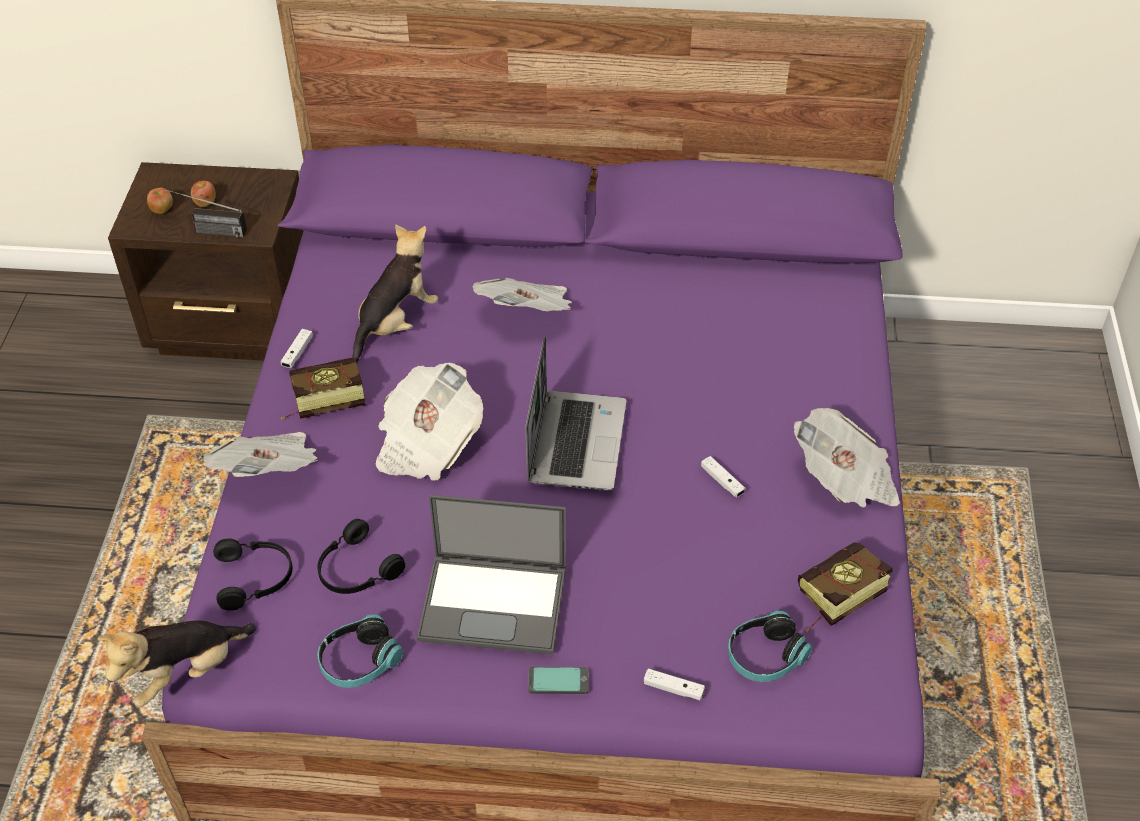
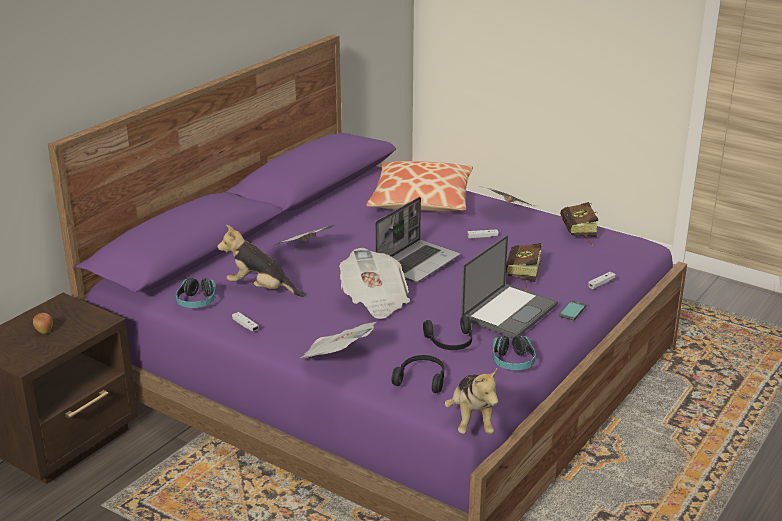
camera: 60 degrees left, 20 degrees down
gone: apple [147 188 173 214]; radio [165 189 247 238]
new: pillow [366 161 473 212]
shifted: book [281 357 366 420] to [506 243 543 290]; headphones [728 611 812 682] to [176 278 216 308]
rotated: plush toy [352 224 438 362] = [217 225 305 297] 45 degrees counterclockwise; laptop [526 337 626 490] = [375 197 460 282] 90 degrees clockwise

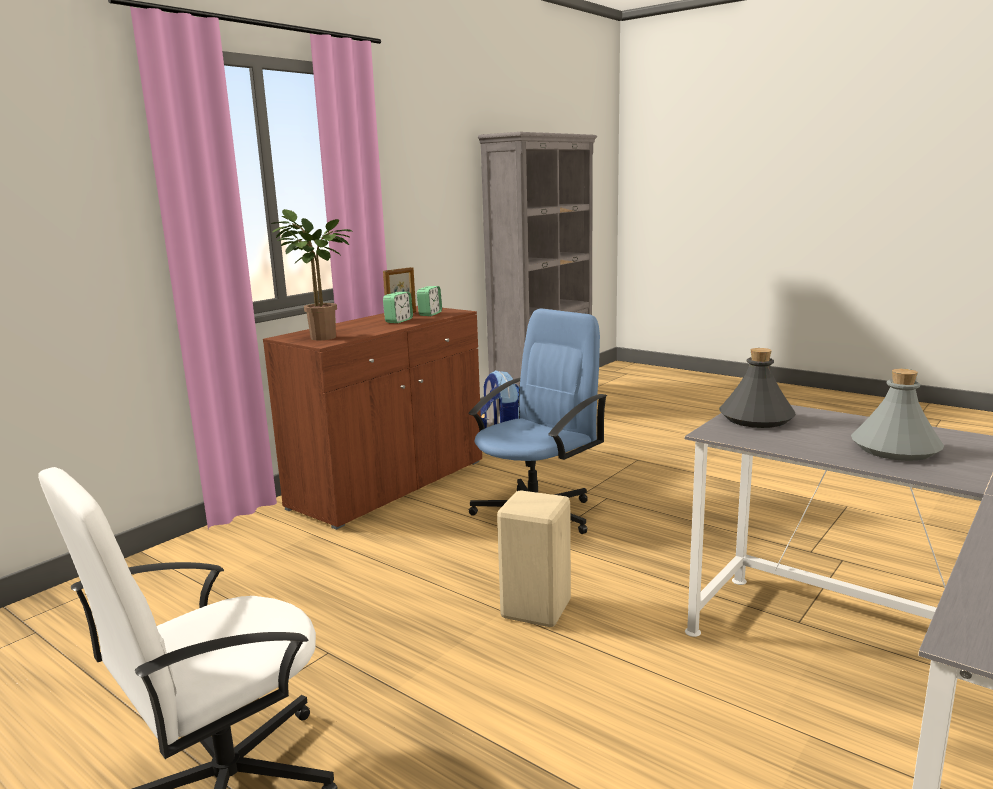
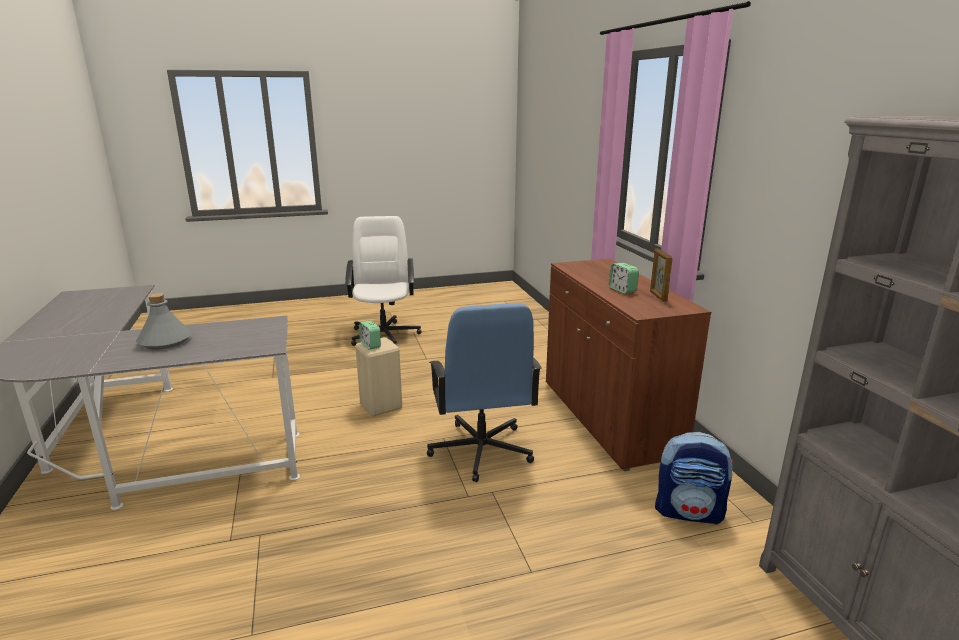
camera: 125 degrees right, 5 degrees up
gone: potted plant [271 209 353 340]; bottle (grey) [720 348 796 428]
shifted: alarm clock [417 286 442 316] to [359 321 381 350]

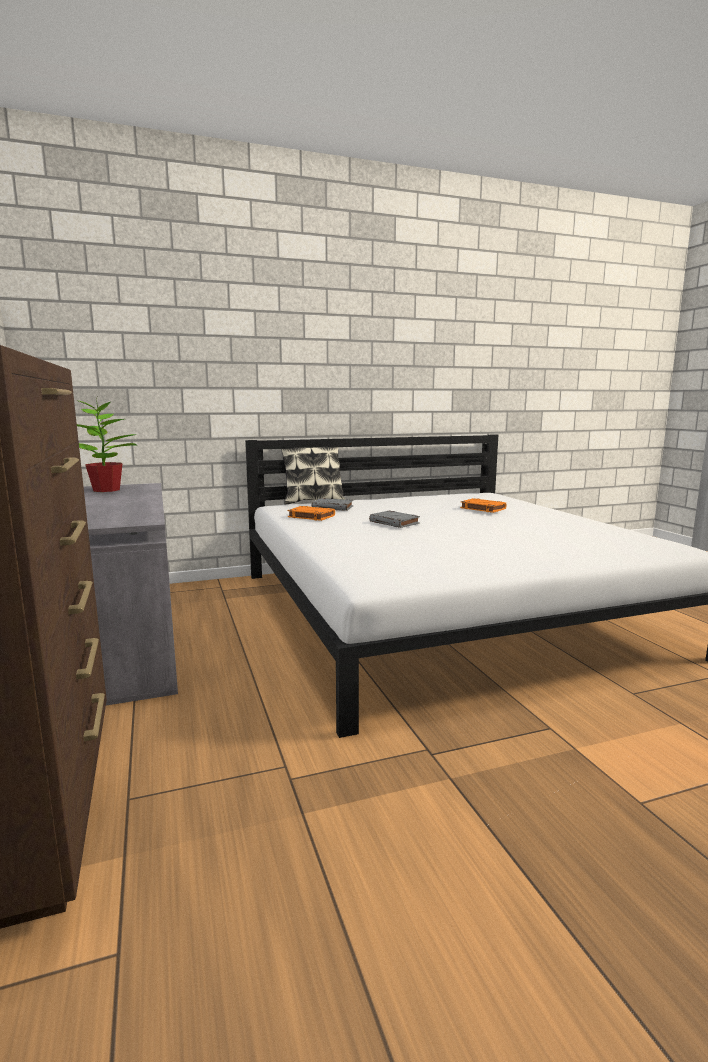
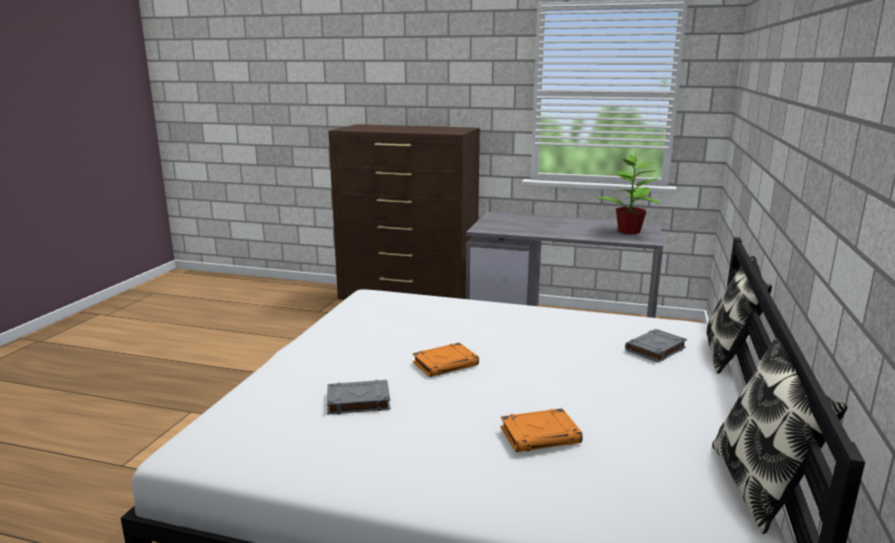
camera: 125 degrees right, 5 degrees up
new: pillow [712 338 848 534]
shifted: book (orange) [287 506 335 521] to [413 343 479 377]; book (grey) [369 511 420 528] to [327 380 391 414]

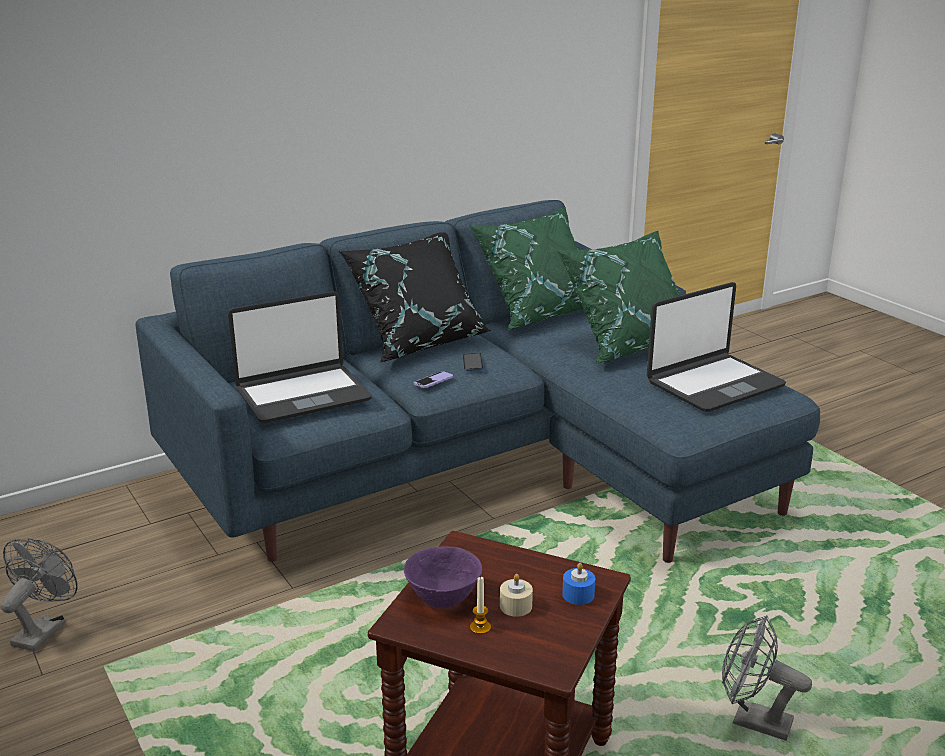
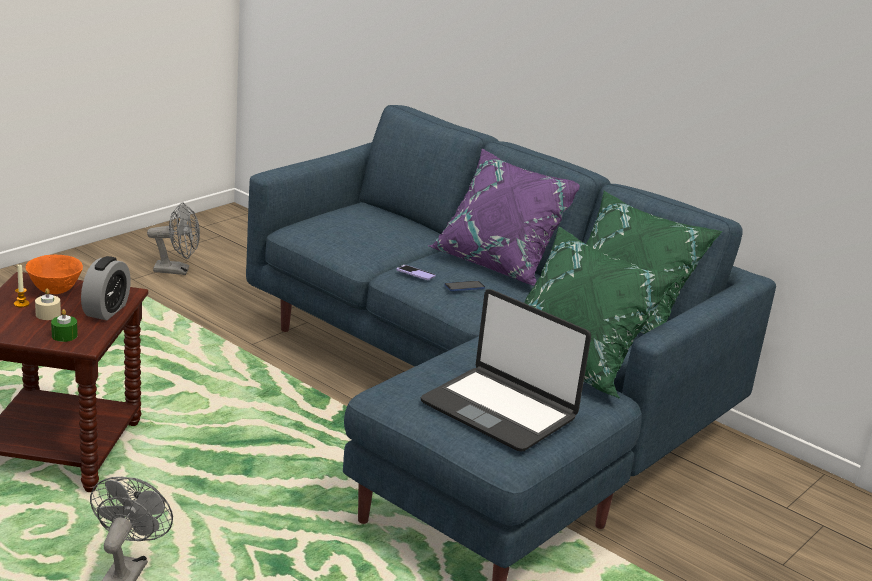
camera: 70 degrees right, 0 degrees up
gone: laptop [228 291 372 423]
new: alarm clock [81 256 131 320]
repainted: pillow (black) [339 232 491 363] to pillow (purple) [428 148 580 286]; bowl (purple) [404 546 482 608] to bowl (orange) [26 255 83 294]; candle (blue) [562 563 595 605] to candle (green) [51 309 78 342]

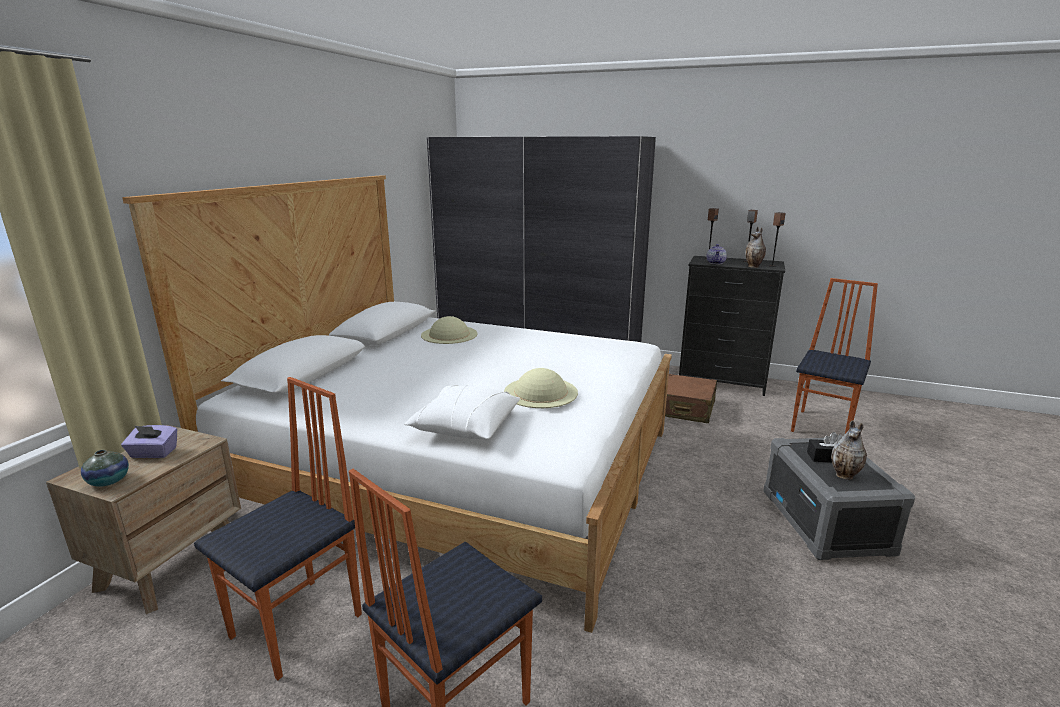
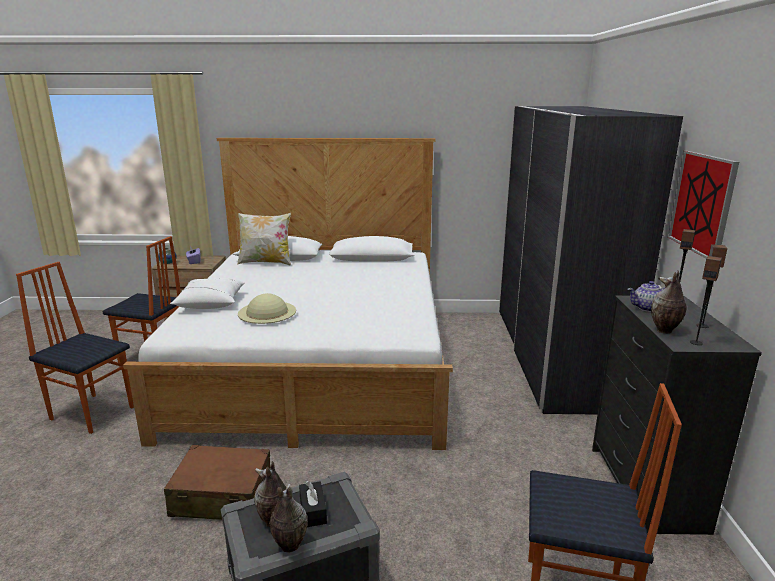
camera: 70 degrees right, 0 degrees up
gone: hat (beige) [421 316 478 344]
new: pillow [237 213 291 265]; vase [269 484 308 553]; picture [668 151 739 258]
shifted: suitcase (brown) [665 374 717 423] to [164 445 270 520]

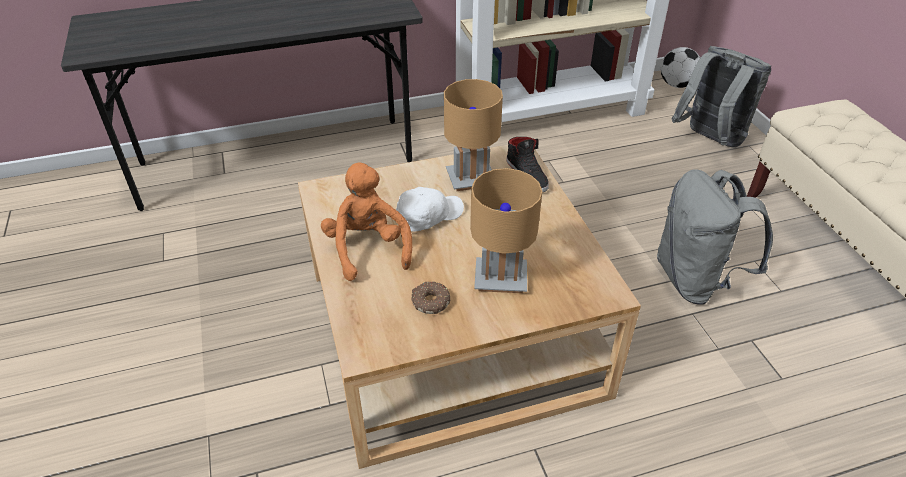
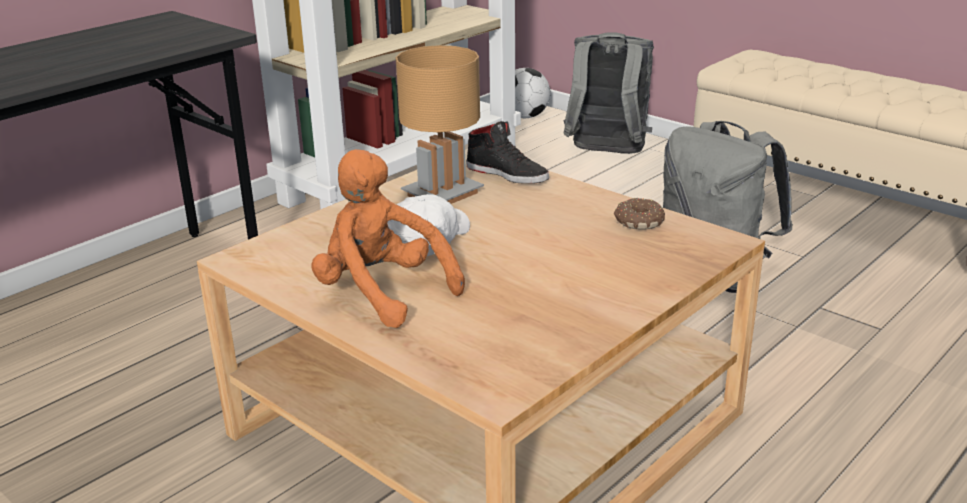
camera: 30 degrees left, 15 degrees down
gone: table lamp (brown) [470 168 542 293]
shifted: donut [412 282 450 314] to [614 198 665 230]

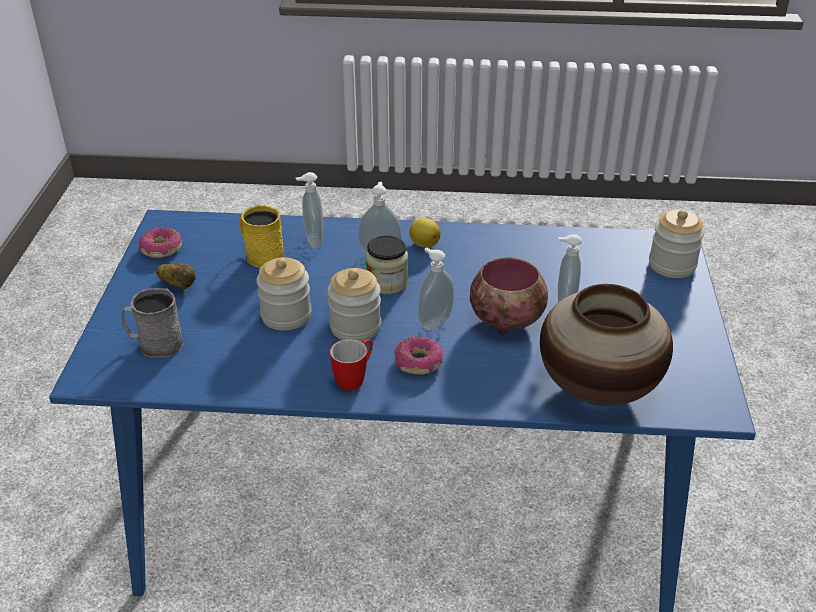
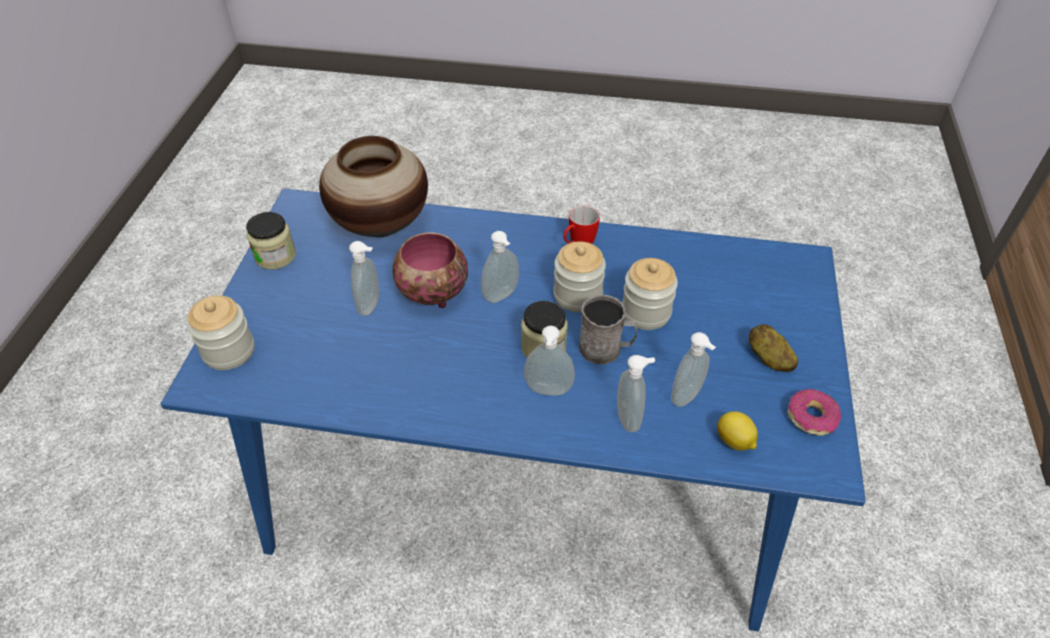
camera: 175 degrees left, 10 degrees up
gone: donut [394 336 443 375]
new: jar [246 212 296 270]
shifted: mug (grey) [121 288 183 357] to [579 295 638 365]; lemon [409 218 441 247] to [717 411 758 451]
swapped: mug (yellow) [240 205 284 268] to soap dispenser [671 332 716 407]

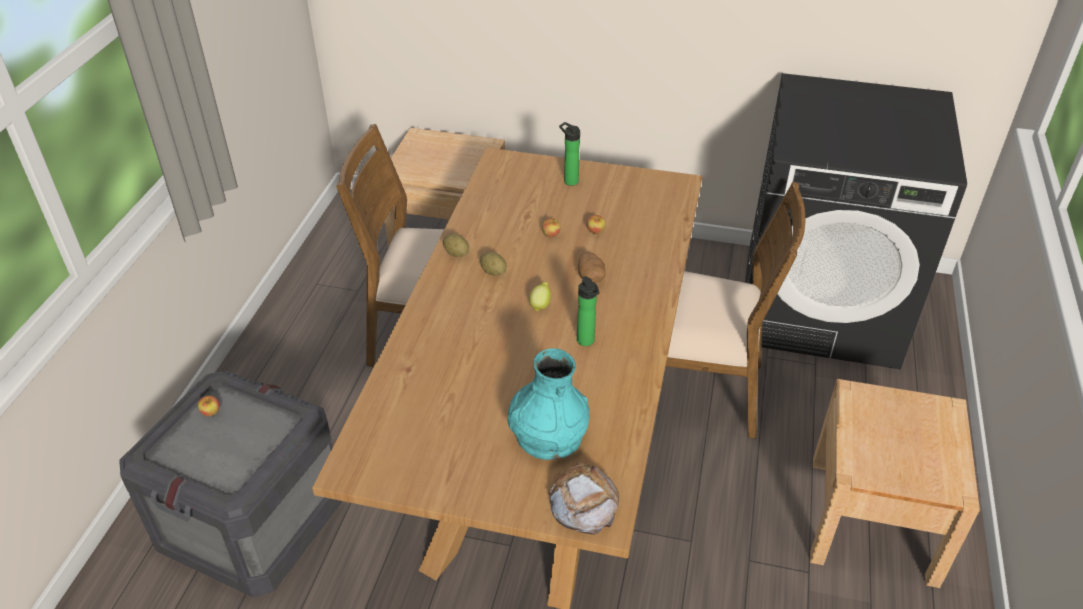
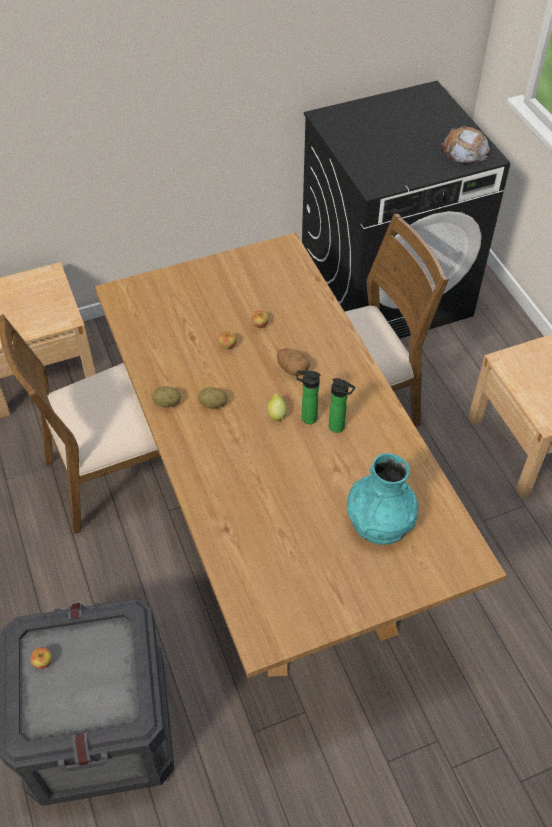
camera: 35 degrees left, 10 degrees up
shifted: bread [549 462 620 535] to [441 126 490 165]; bottle [559 122 580 186] to [296 371 320 424]

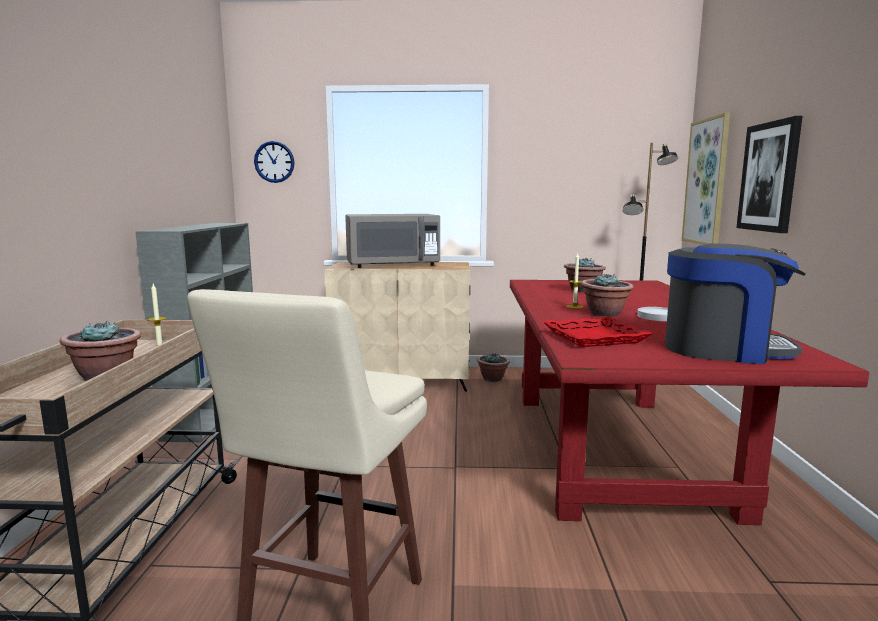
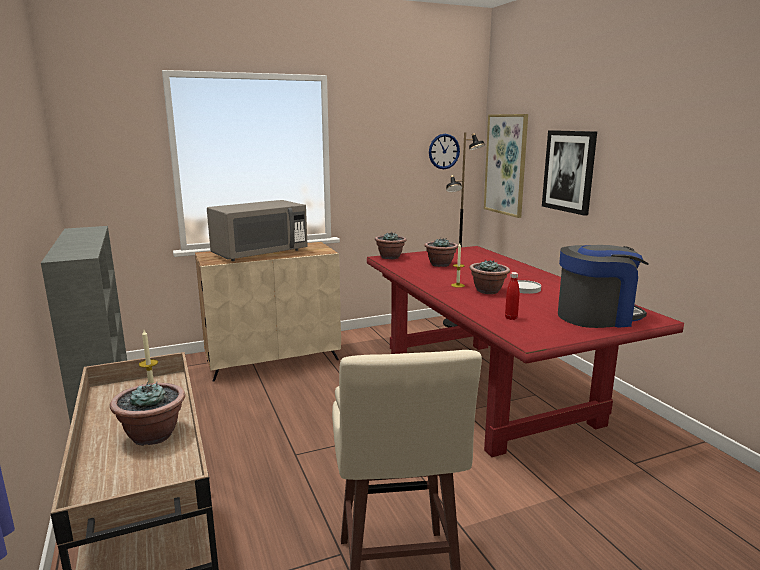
camera: 25 degrees left, 5 degrees up
shifted: wall clock [254 141 294 183] to [429 134 460 169]; potted plant [477 353 510 382] to [375 233 407 259]
swapped: tray (red) [544 317 653 347] to bottle (red) [505 272 519 320]

